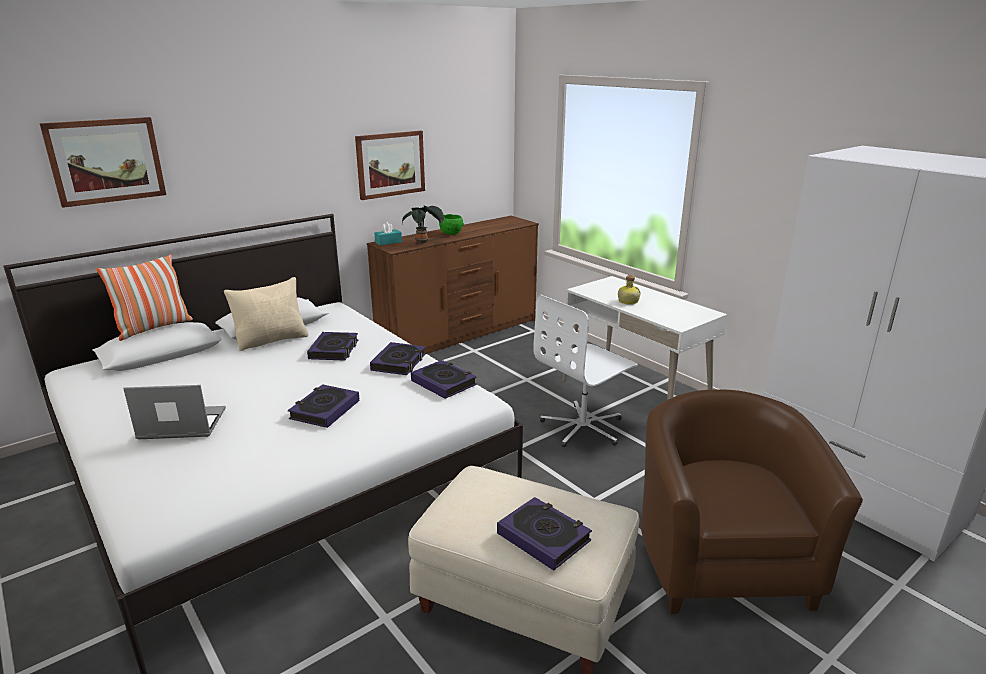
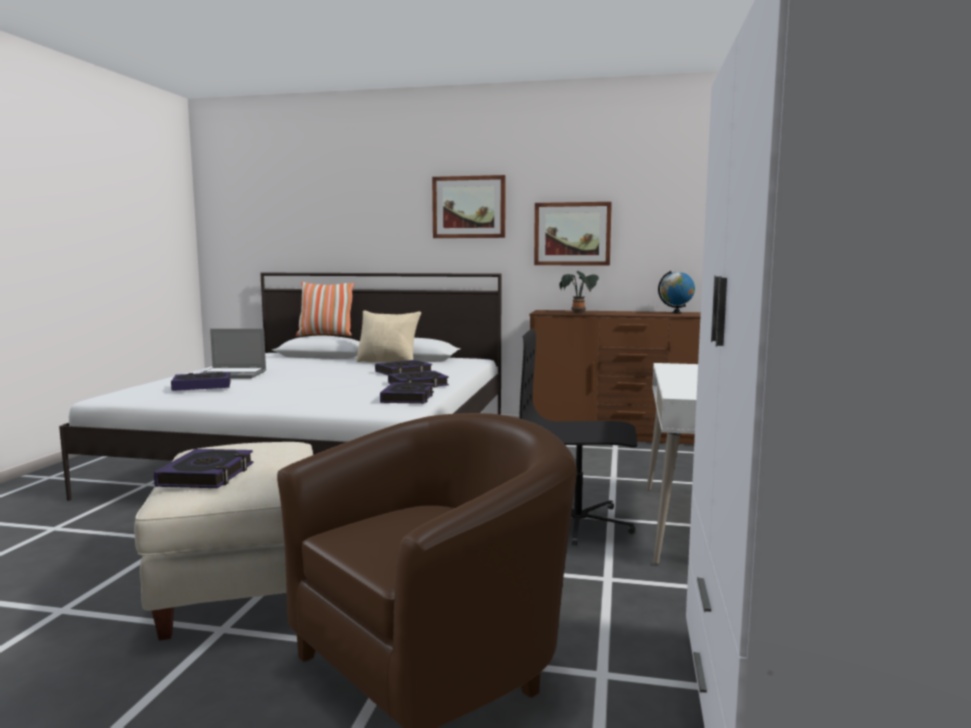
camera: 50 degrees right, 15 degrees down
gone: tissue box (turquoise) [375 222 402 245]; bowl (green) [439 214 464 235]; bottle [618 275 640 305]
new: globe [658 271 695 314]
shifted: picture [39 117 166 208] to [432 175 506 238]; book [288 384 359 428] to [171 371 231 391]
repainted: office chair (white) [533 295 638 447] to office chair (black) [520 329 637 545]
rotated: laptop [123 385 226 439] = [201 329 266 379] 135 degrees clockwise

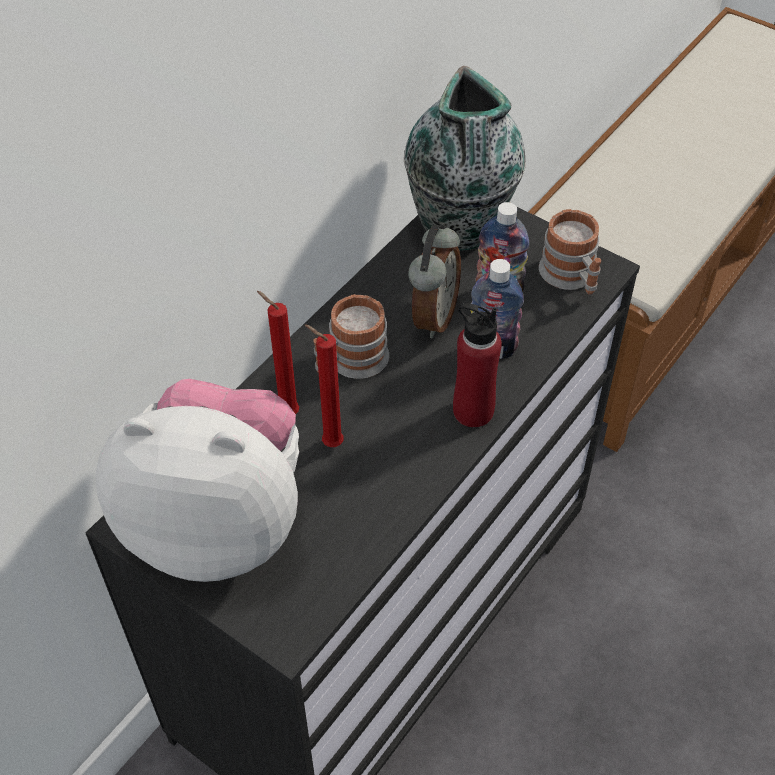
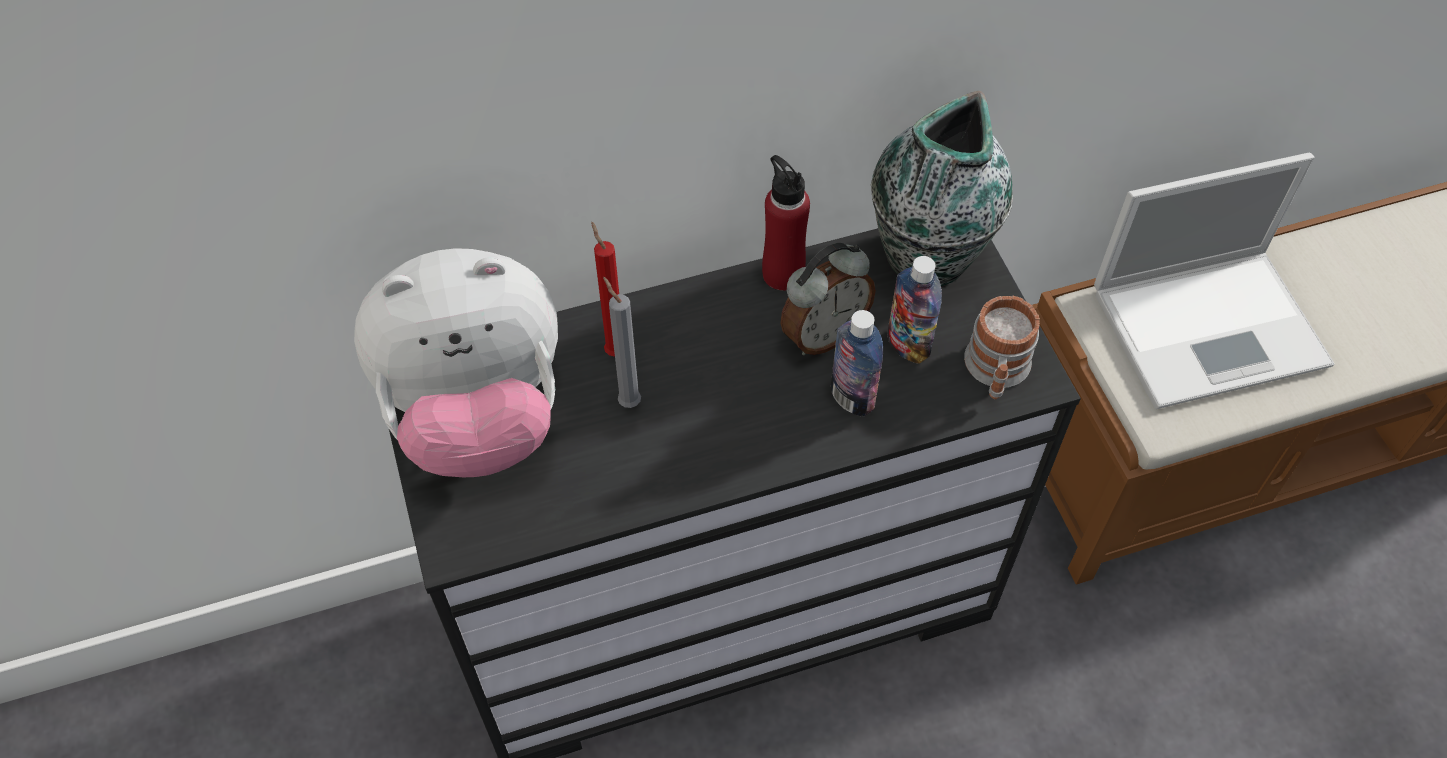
camera: 35 degrees right, 5 degrees up
gone: mug [313 294 389 379]
new: laptop [1094 153 1335 409]
shifted: bottle (red) [453 303 502 427] to [762 155 810 291]
repainted: candle (red) [305 325 344 447] to candle (grey) [603 277 641 408]
rotated: plush toy [95 379 299 582] = [354 248 558 477] 120 degrees clockwise

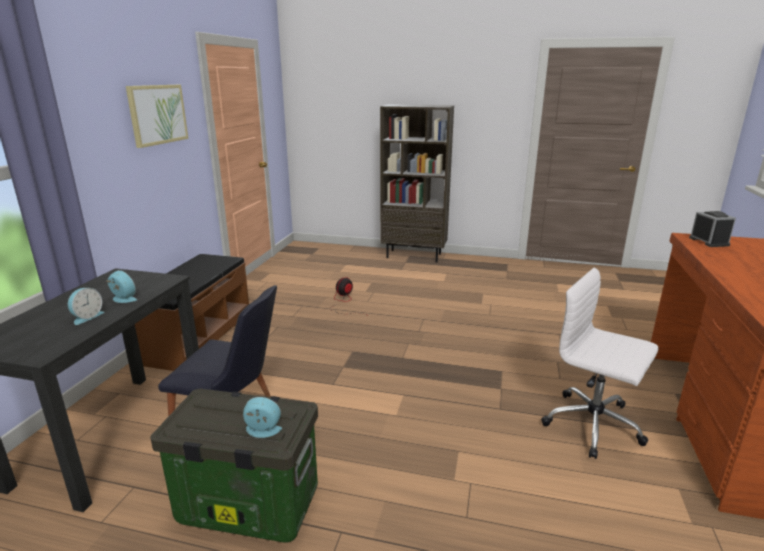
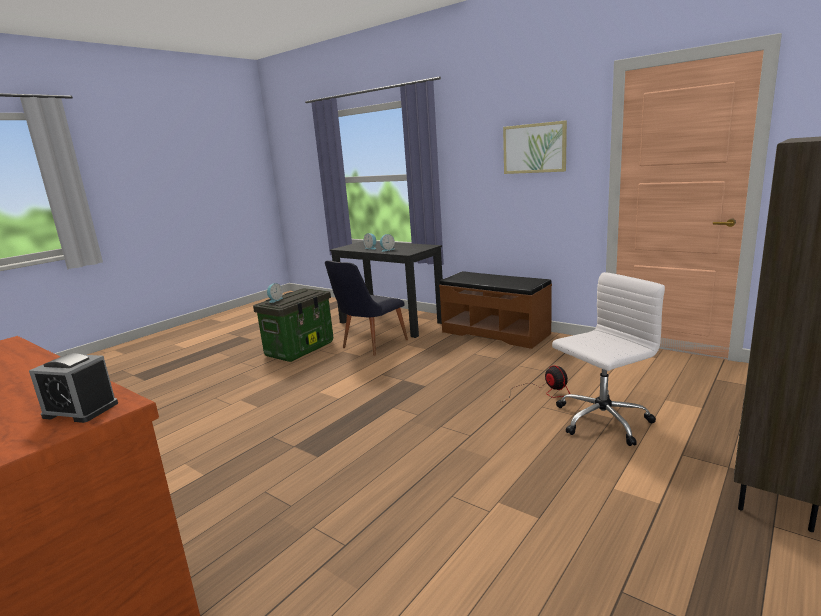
camera: 115 degrees right, 5 degrees down
shifted: office chair (white) [541 268 659 459] to [552 272 665 446]

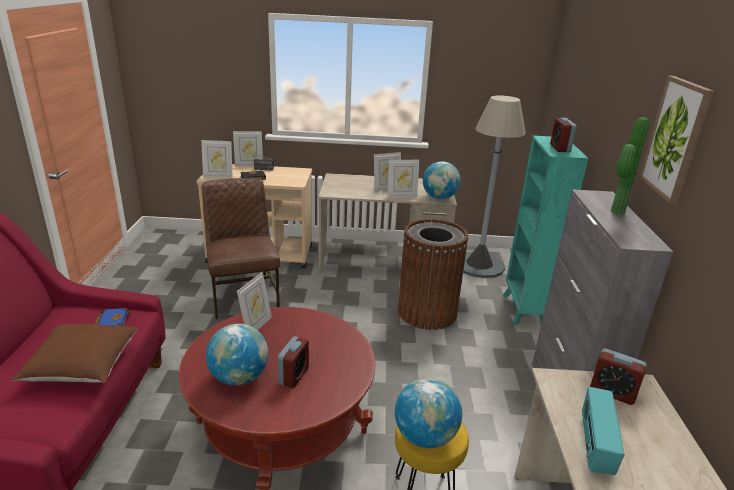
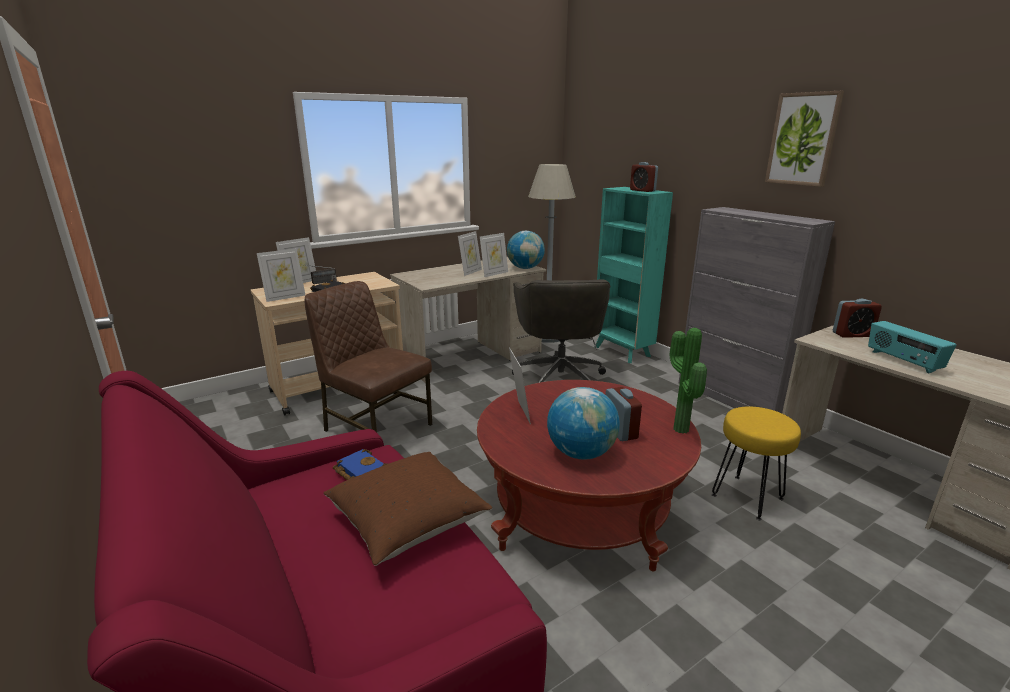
camera: 35 degrees left, 5 degrees down
gone: globe [395 378 462 448]
shifted: potted plant [611 117 649 215] to [670 328 707 434]
swapped: trash can (brown) [398 219 468 330] to office chair (grey) [512 279 610 383]

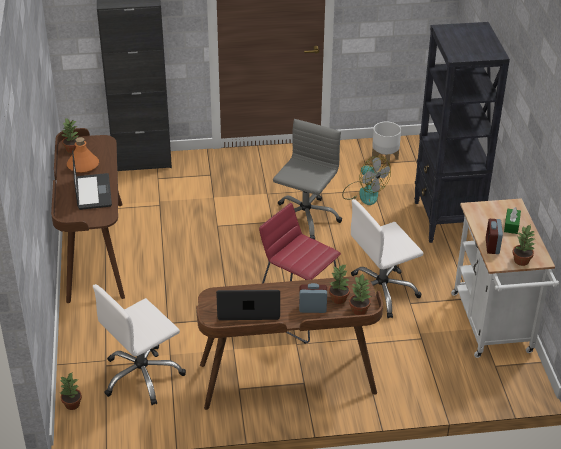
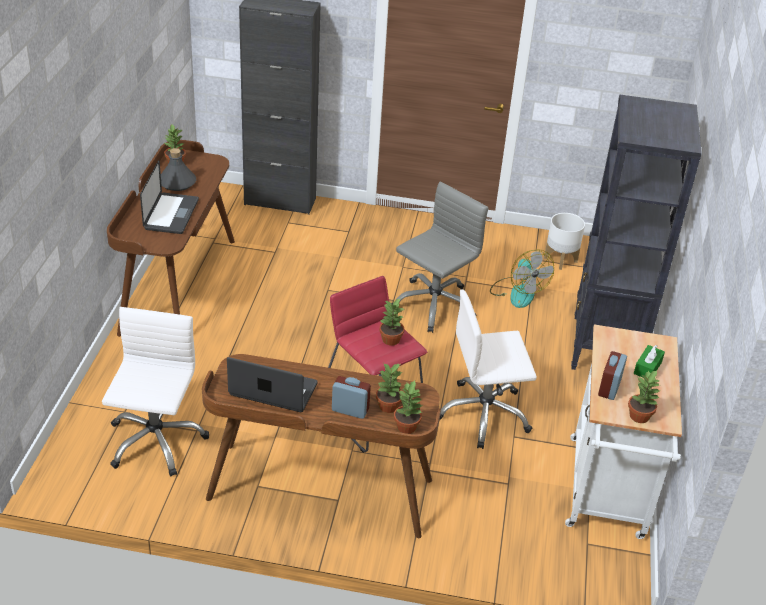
camera: 15 degrees right, 0 degrees up
shifted: potted plant [60 373 82 410] to [379 299 404 346]
repainted: bottle (orange) [67 137 99 173] to bottle (grey) [161 148 196 191]
rotated: office chair (white) [93 284 186 405] = [102 307 209 476] 120 degrees clockwise

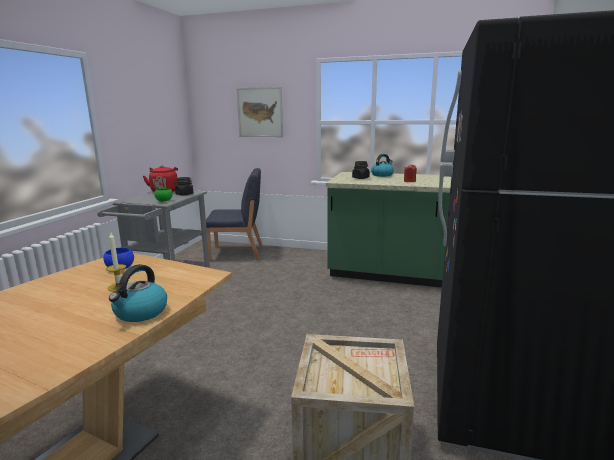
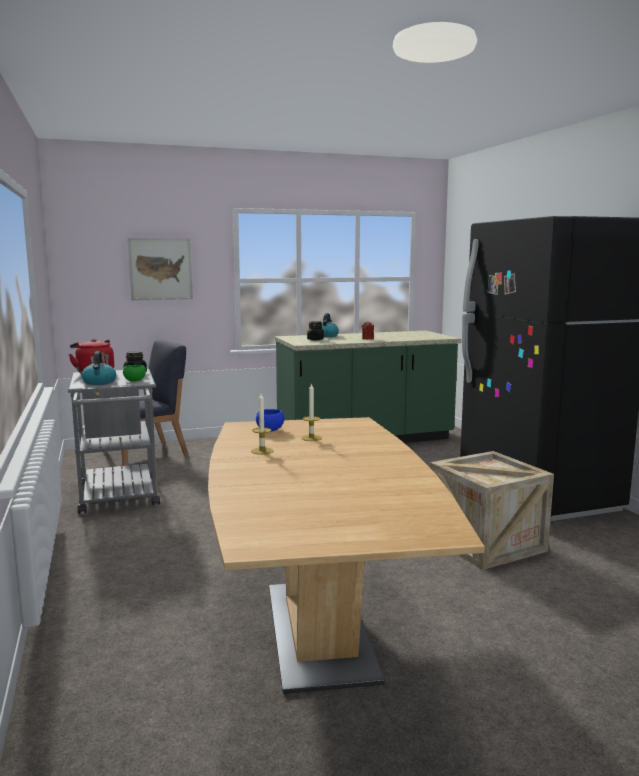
camera: 35 degrees left, 5 degrees down
new: candle [251 393 273 455]
shifted: kettle [109 264 167 322] to [82 351 116 385]

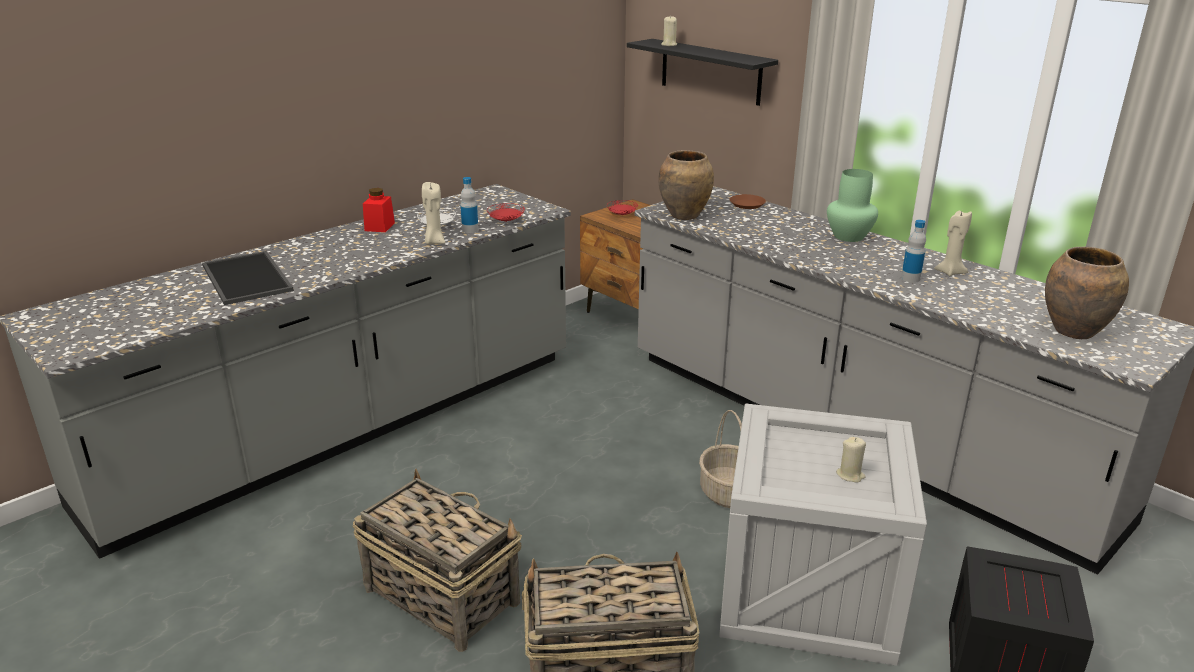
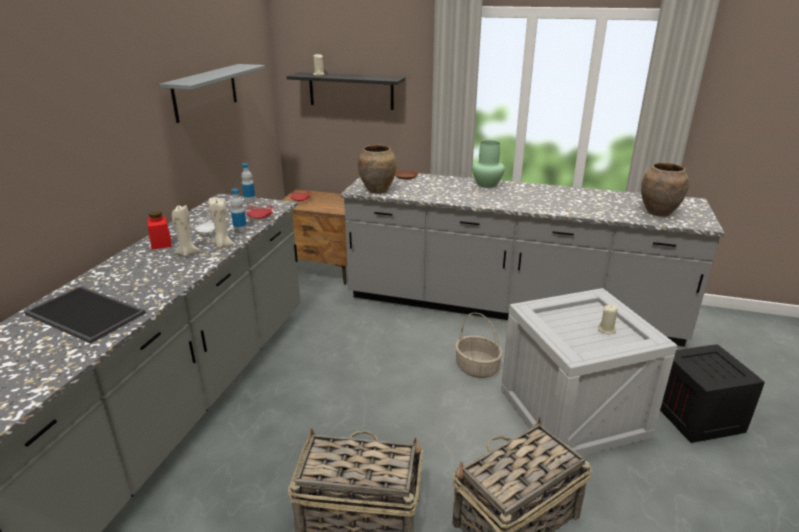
camera: 30 degrees left, 0 degrees up
new: shelf (grey) [160 64 265 123]
shifted: bottle [901 220 926 283] to [241 163 256 203]; candle (beige) [934 211 972 276] to [172 205 200 257]

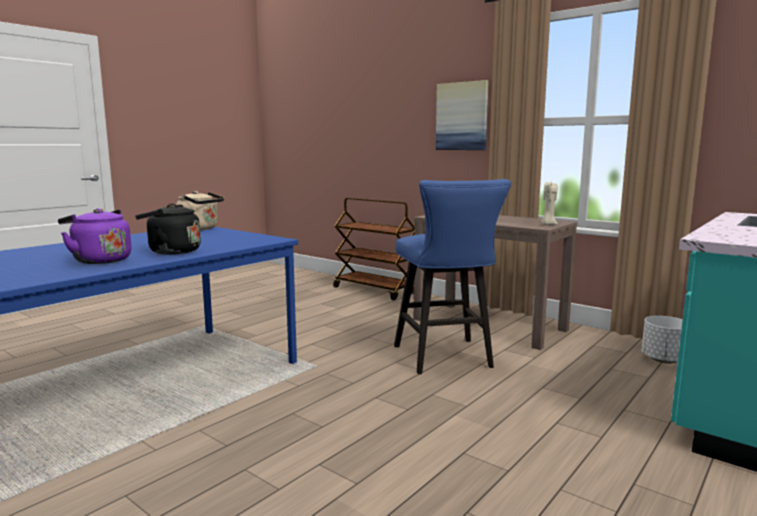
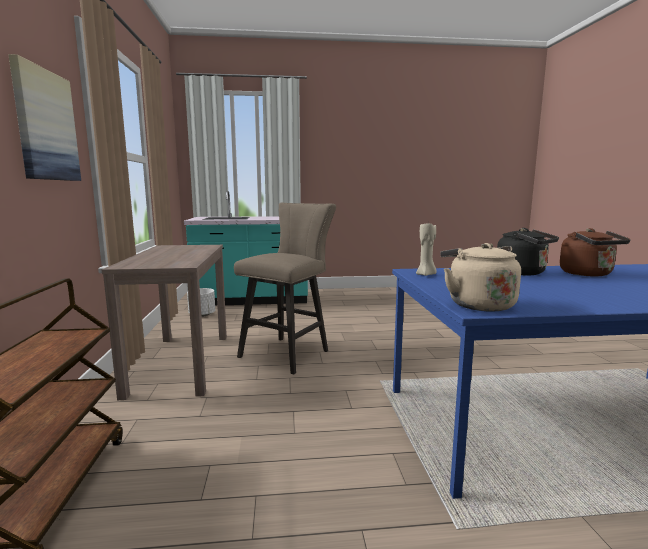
camera: 135 degrees left, 0 degrees up
shifted: candle (beige) [541 182 558 225] to [416 223 437 276]
repainted: kettle (purple) [58 209 132 264] to kettle (brown) [560 228 631 276]; stool (blue) [394 179 511 374] to stool (beige) [234 203 336 375]

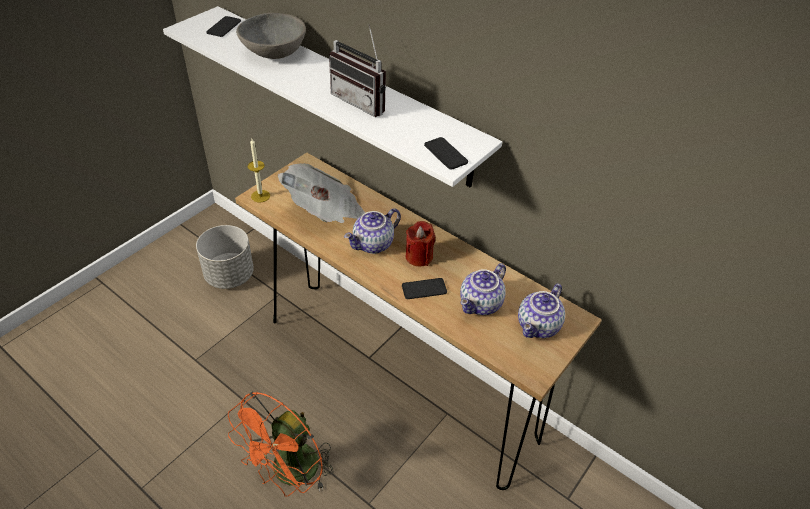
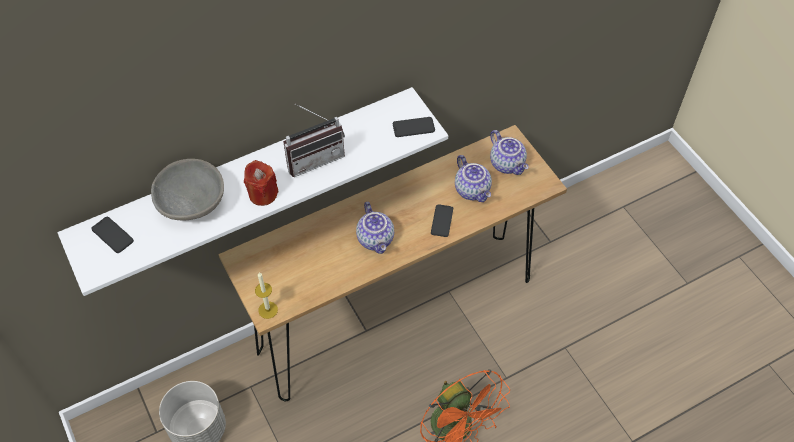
camera: 65 degrees left, 10 degrees up
gone: newspaper [278 163 365 223]
shifted: candle (red) [406 221 435 267] to [244 160 279 206]

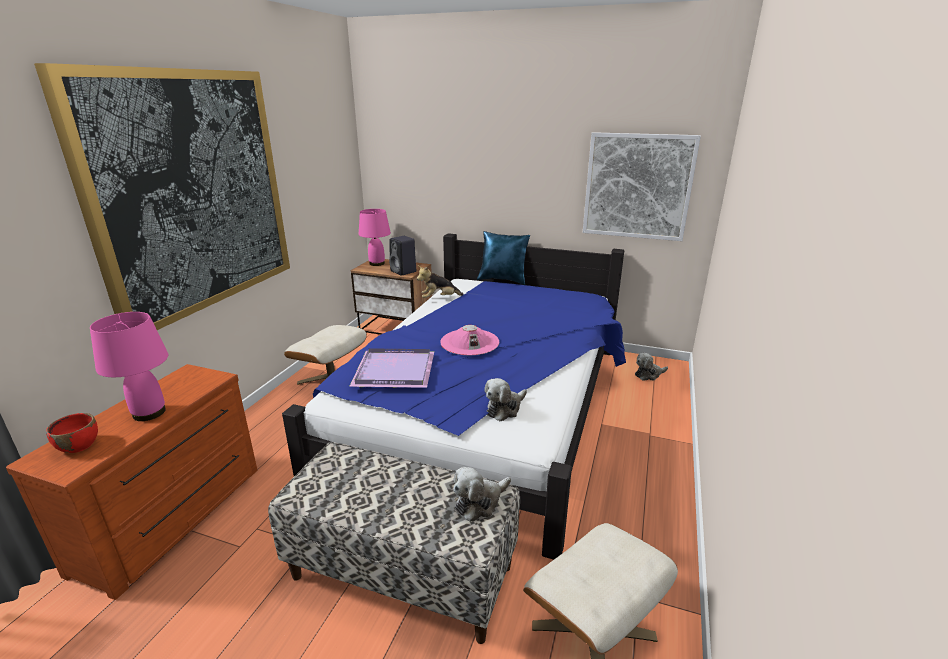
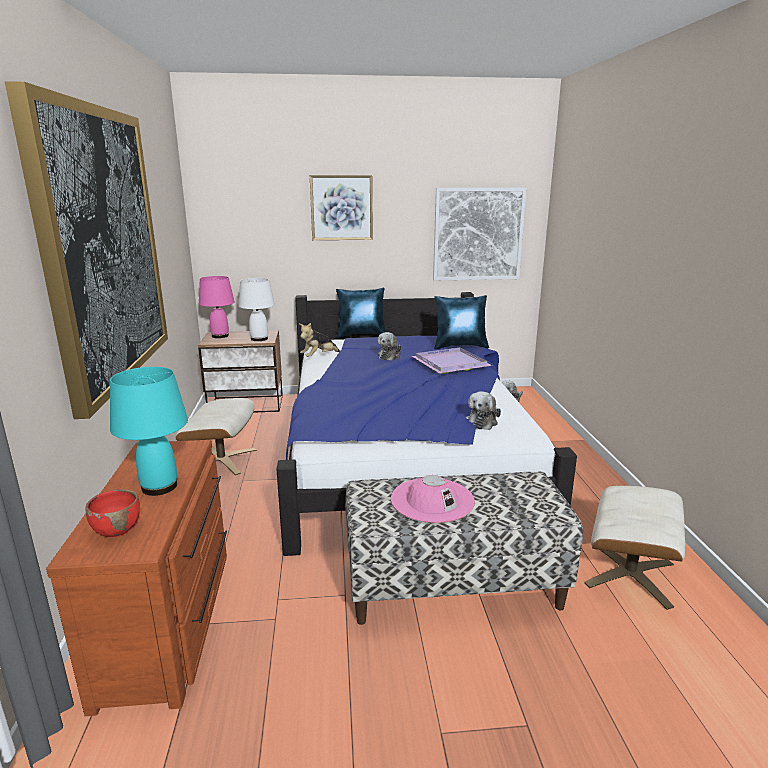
camera: 25 degrees left, 5 degrees down
new: picture [310 175 373 240]; pillow (blue) [434 295 489 349]
shifted: tray (purple) [349 348 434 388] to [412 348 492 374]; hat (pink) [440 325 499 355] to [391 475 475 523]; plush toy [453 467 511 522] to [378 332 401 361]
swapped: speaker (black) [389 236 416 275] to table lamp (white) [239 278 275 341]
repainted: table lamp (pink) [90 312 168 421] to table lamp (turquoise) [110 367 188 496]

